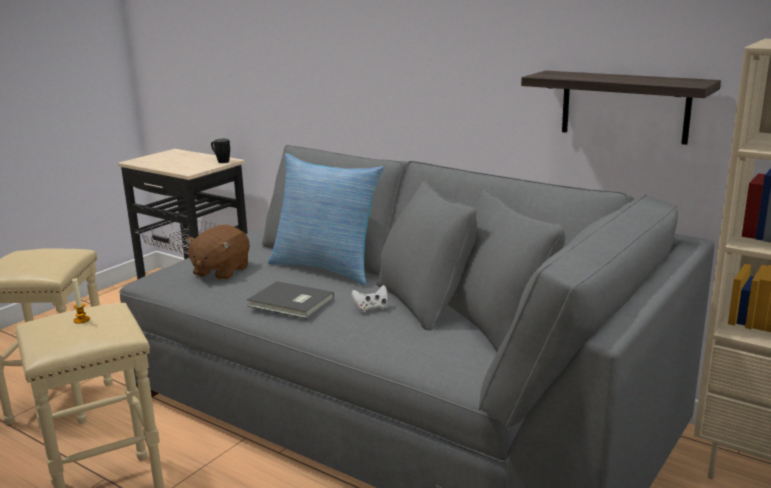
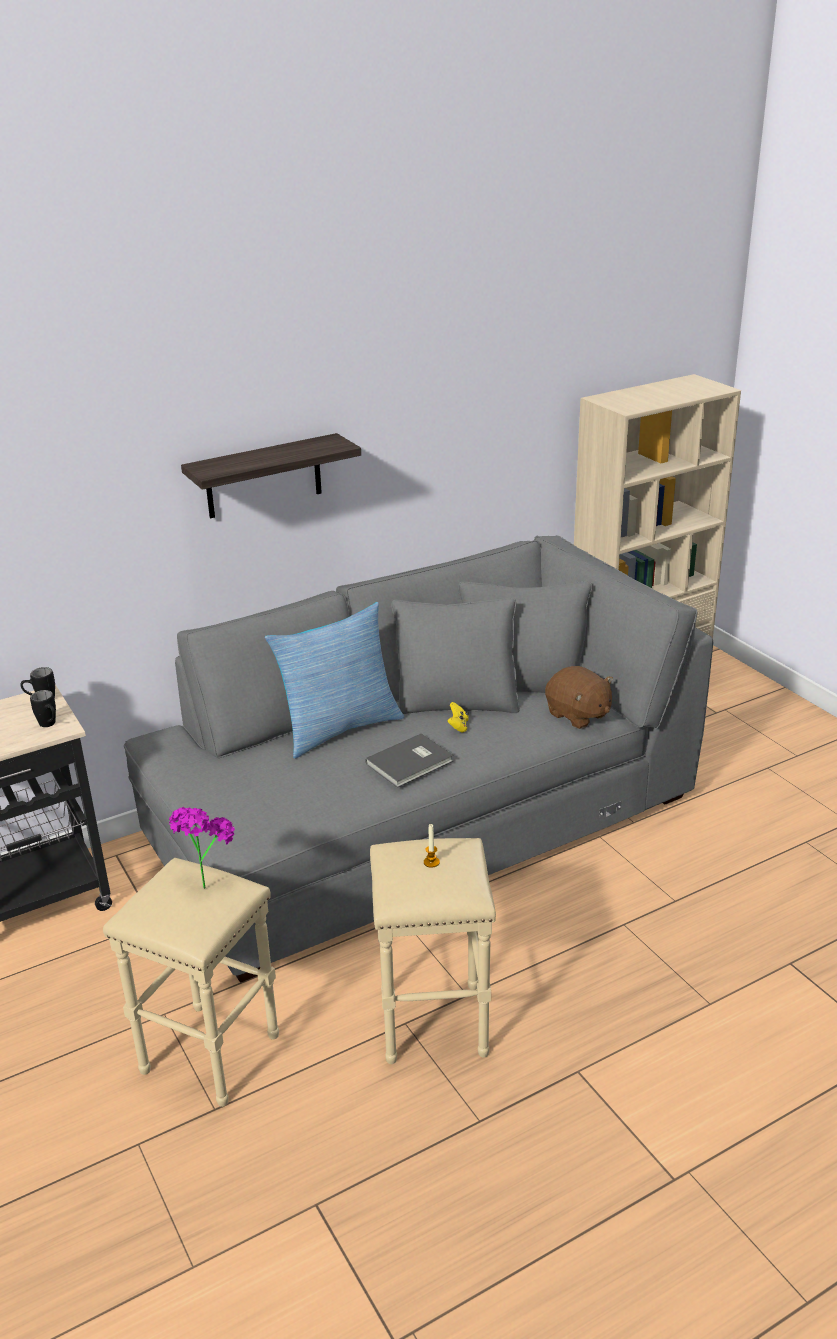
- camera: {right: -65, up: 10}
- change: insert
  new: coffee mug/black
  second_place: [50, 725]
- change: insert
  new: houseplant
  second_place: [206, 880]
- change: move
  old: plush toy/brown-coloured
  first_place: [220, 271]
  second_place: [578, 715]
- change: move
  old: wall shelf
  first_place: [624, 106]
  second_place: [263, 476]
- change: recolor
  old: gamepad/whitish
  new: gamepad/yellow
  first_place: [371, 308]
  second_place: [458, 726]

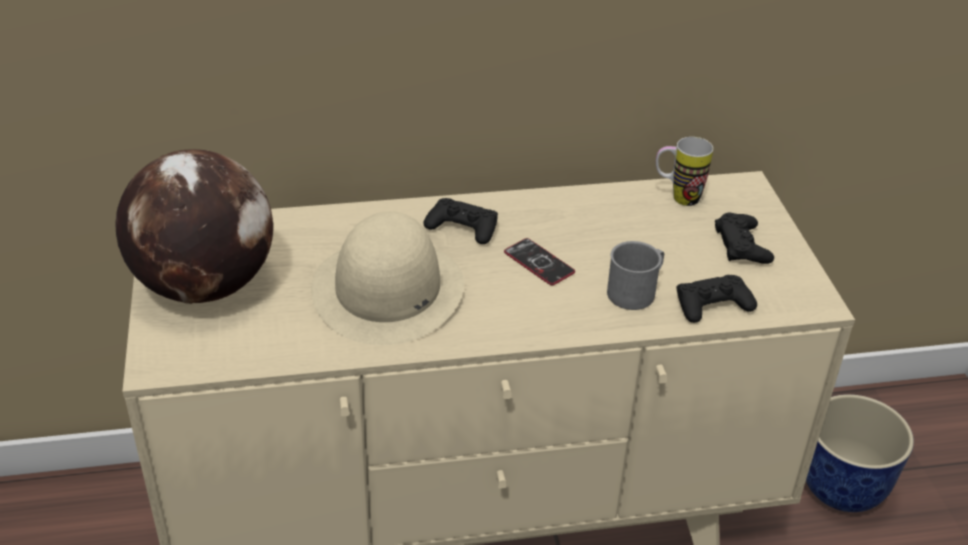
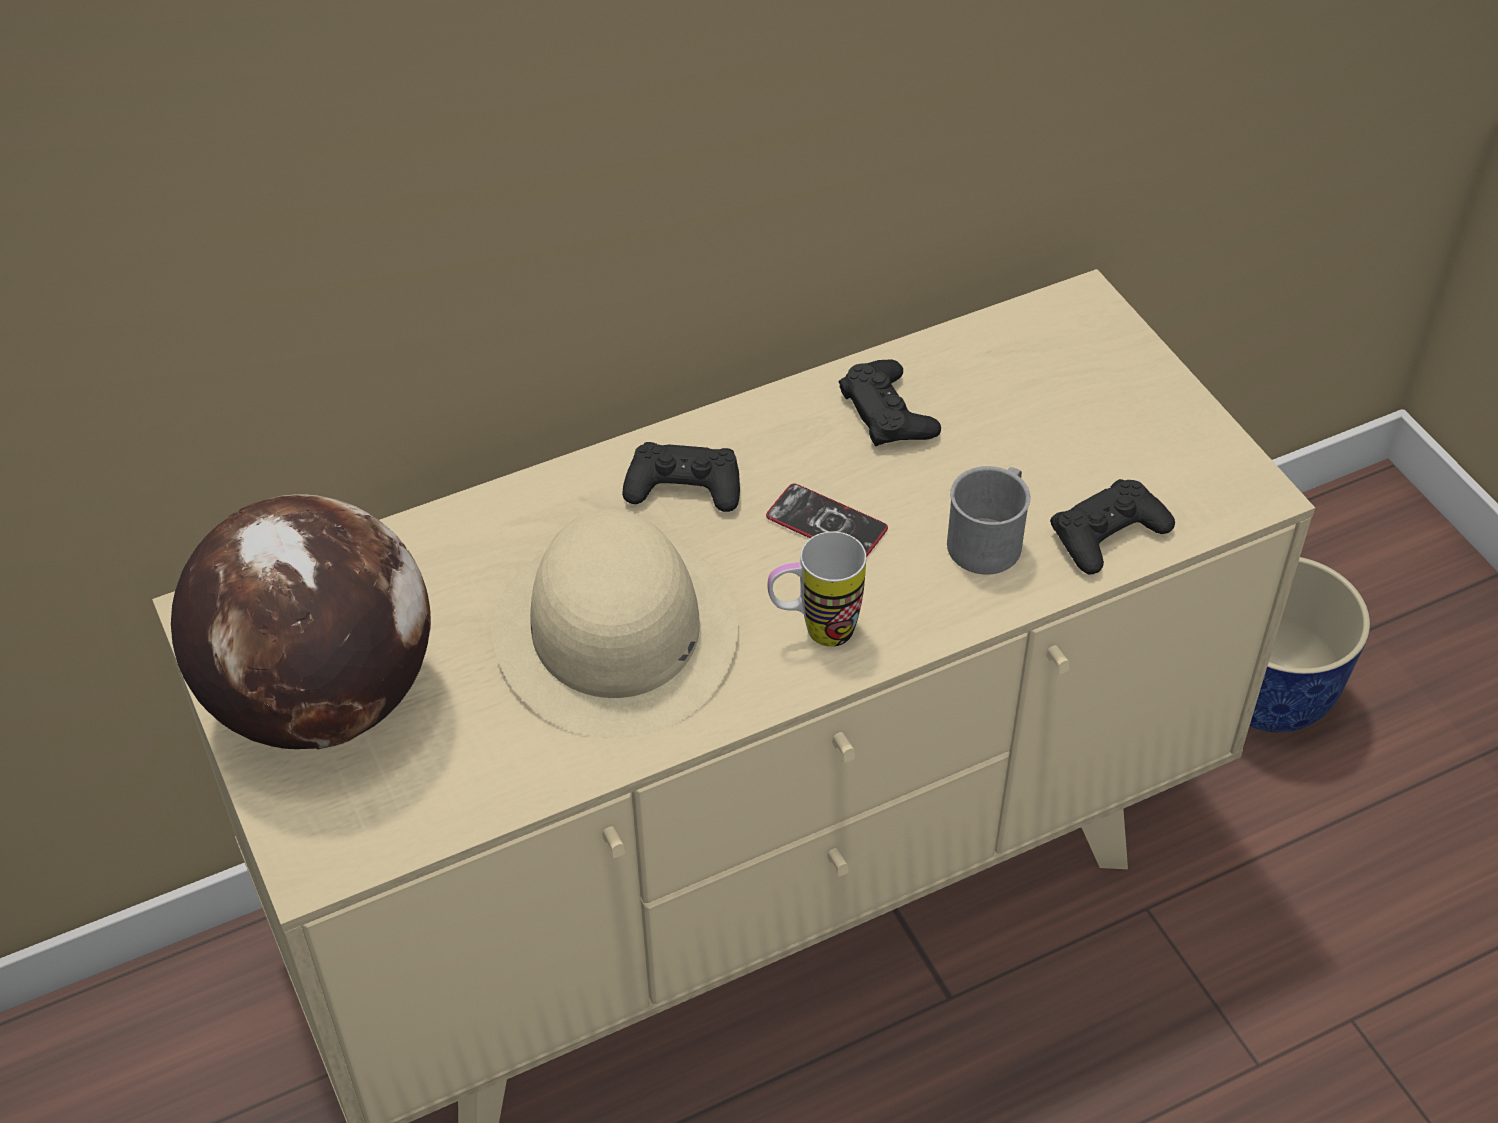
- camera: {right: -15, up: 10}
- change: move
  old: coffee mug
  first_place: [677, 197]
  second_place: [814, 631]
- change: move
  old: gamepad/black
  first_place: [742, 245]
  second_place: [888, 412]

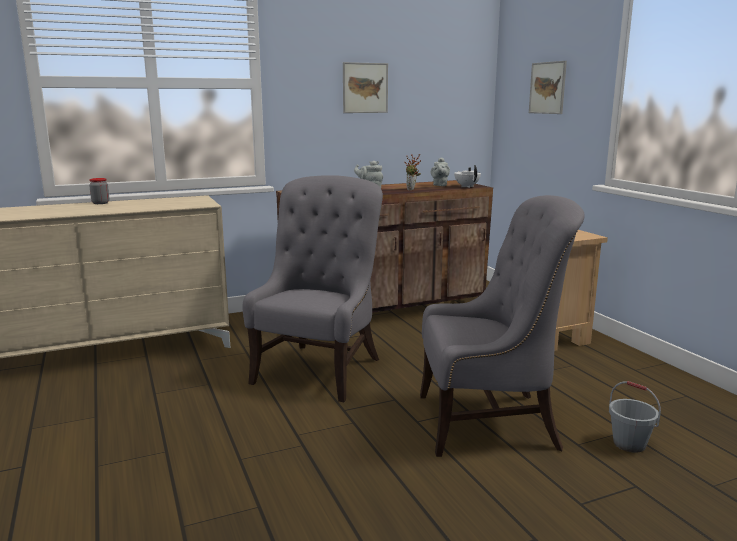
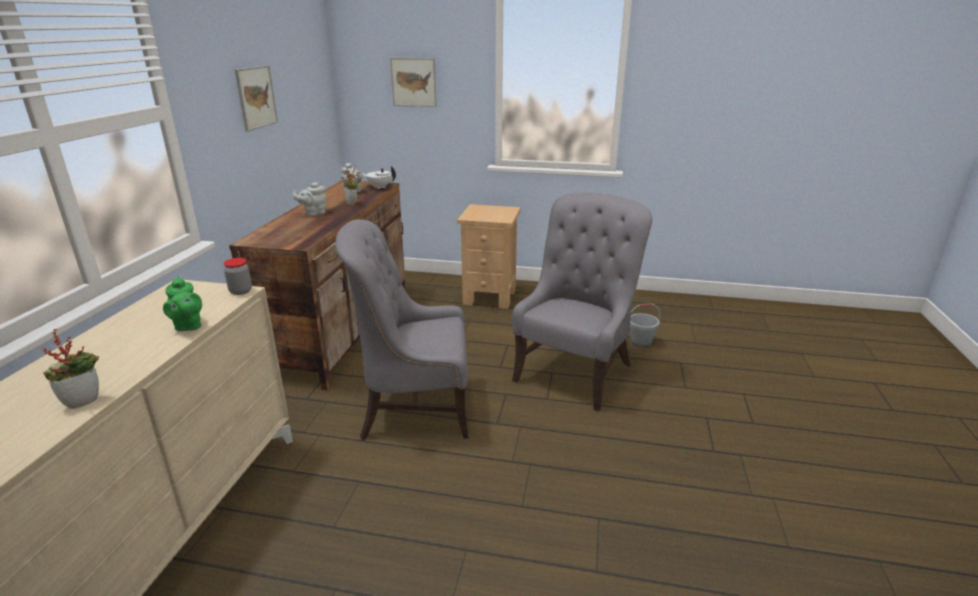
- camera: {right: -55, up: 10}
- change: insert
  new: houseplant
  second_place: [84, 400]
- change: insert
  new: teapot/green
  second_place: [188, 326]
- change: move
  old: preserve jar
  first_place: [100, 203]
  second_place: [241, 291]
- change: rotate
  old: chair/greyish
  first_place: [319, 370]
  second_place: [414, 408]
  degrees: -60

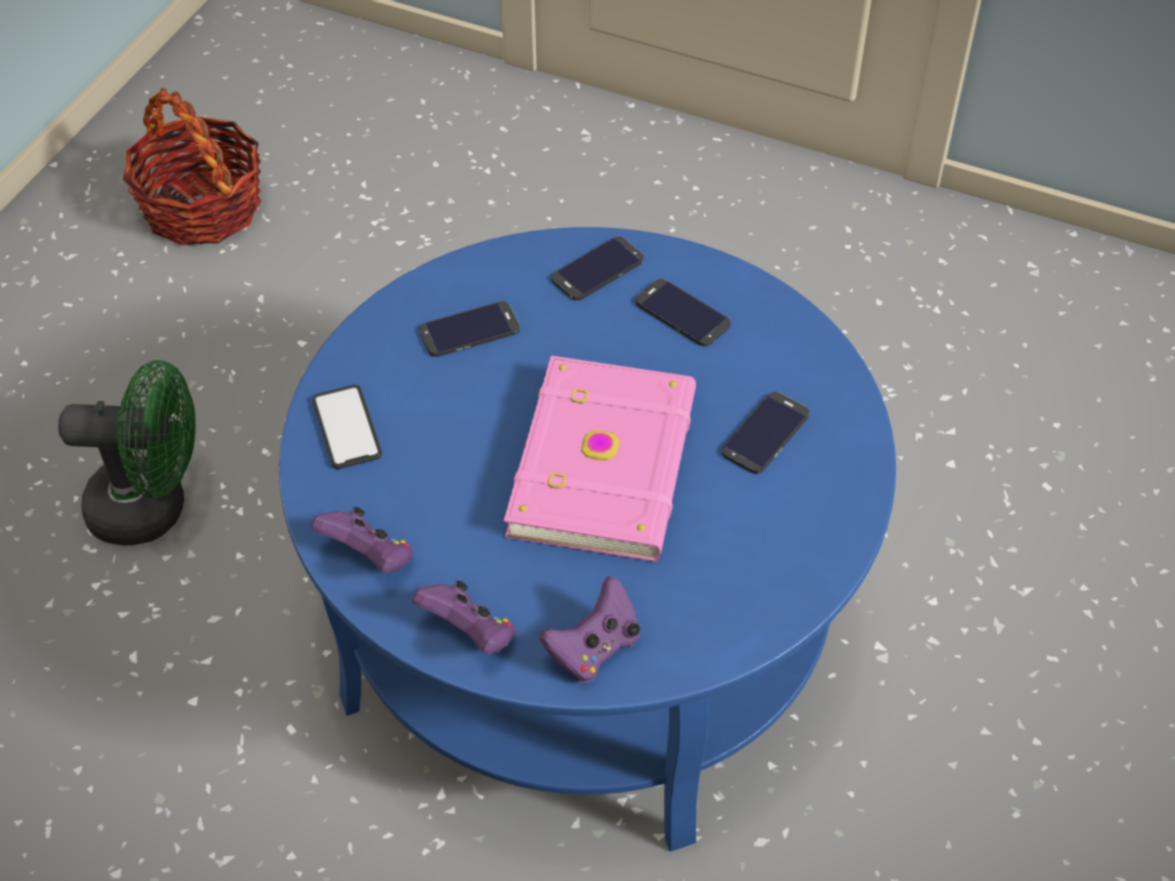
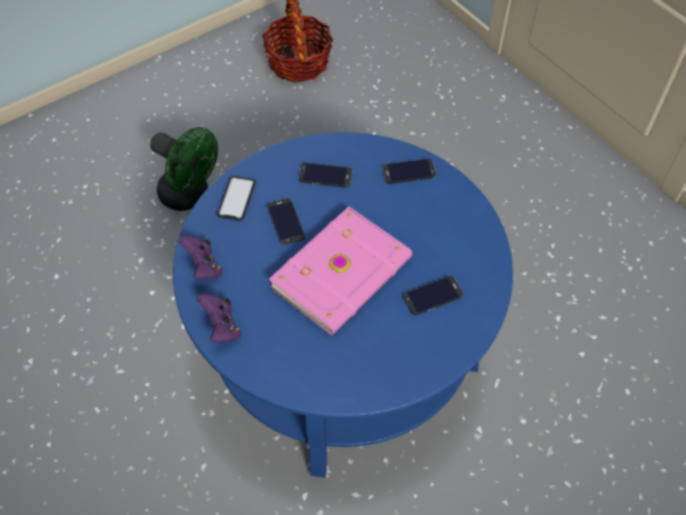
- camera: {right: 30, up: 5}
- change: delete
  old: gamepad/purple
  first_place: [593, 648]
- change: move
  old: handset
  first_place: [682, 313]
  second_place: [286, 221]

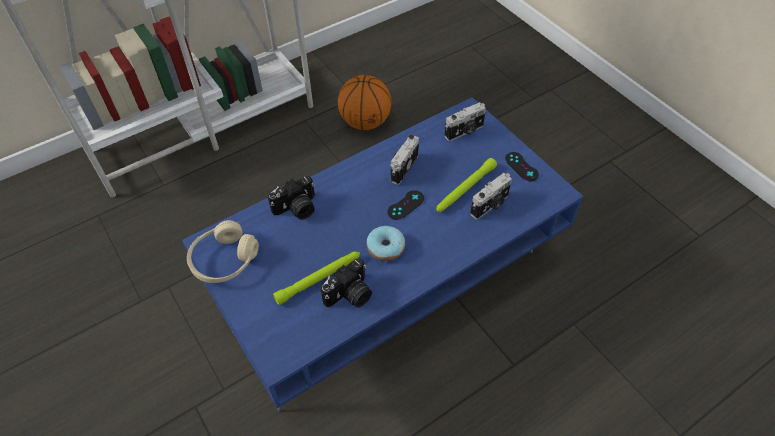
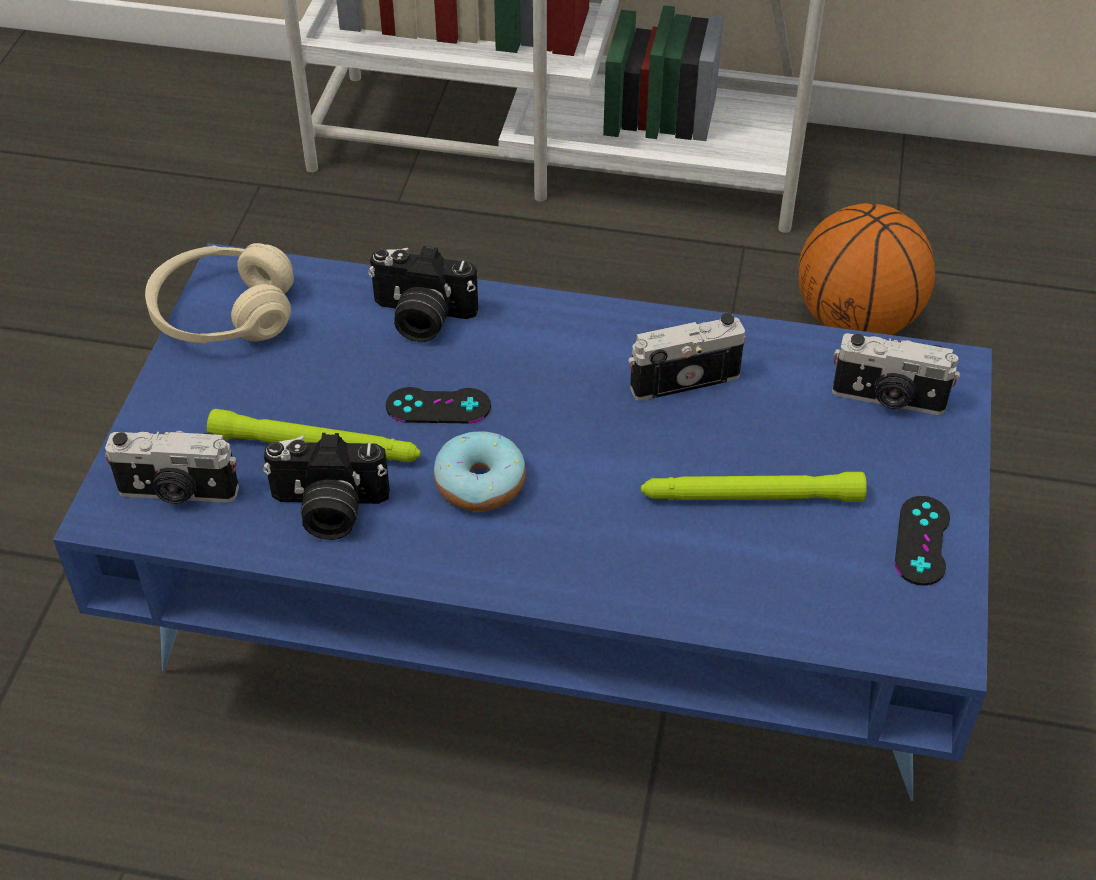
- camera: {right: 45, up: -5}
- change: move
  old: gamepad/black
  first_place: [405, 205]
  second_place: [438, 406]
- change: move
  old: still camera
  first_place: [490, 205]
  second_place: [178, 493]

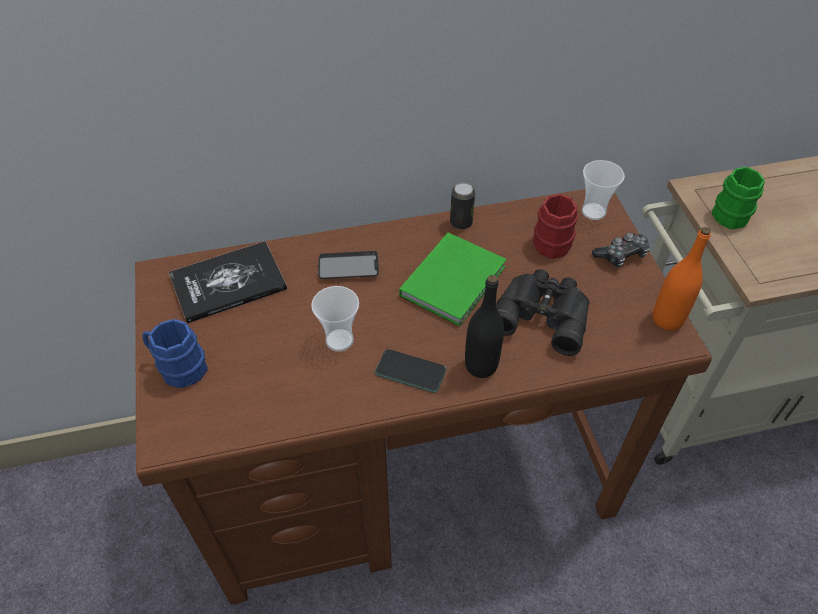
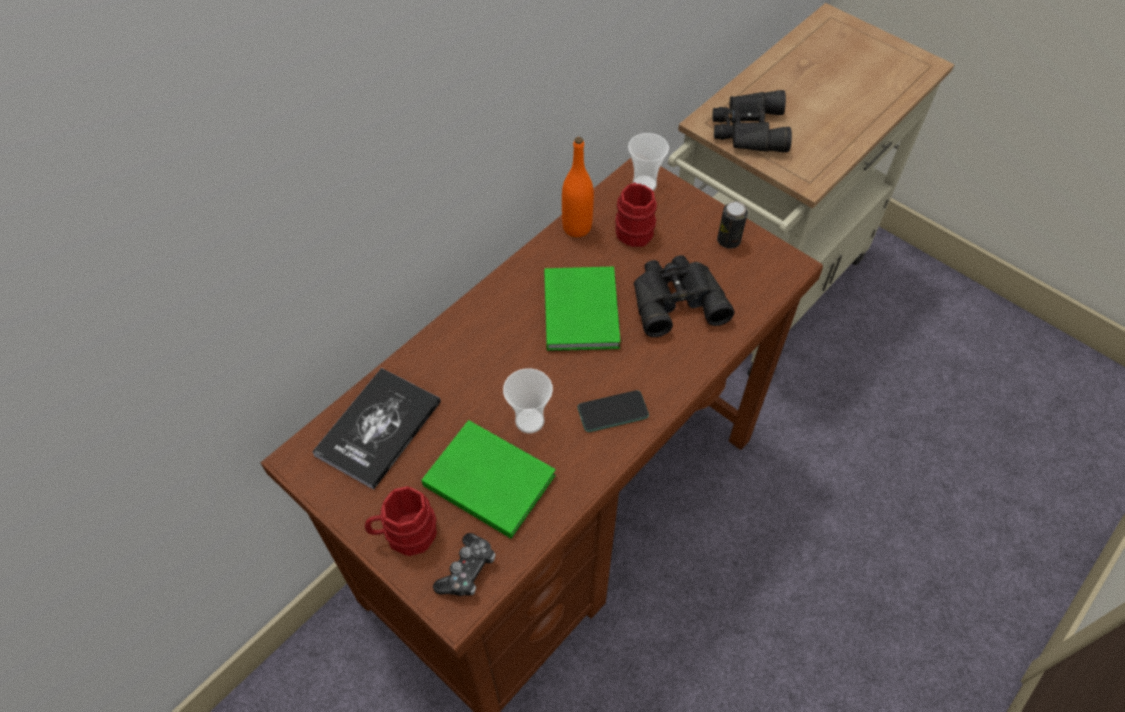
- camera: {right: -35, up: 5}
- change: delete
  old: handset
  first_place: [348, 266]
- change: delete
  old: bottle/black
  first_place: [481, 365]
- change: insert
  new: book/green
  second_place: [488, 477]
- change: move
  old: can
  first_place: [461, 222]
  second_place: [728, 241]
- change: move
  old: gamepad
  first_place: [621, 255]
  second_place: [467, 571]
- change: move
  old: bottle/orange-coloured
  first_place: [667, 319]
  second_place: [577, 227]
- change: replace
  old: coffee mug/green
  new: binoculars/black
  first_place: [732, 212]
  second_place: [748, 130]
- change: recolor
  old: coffee mug/blue-coloured
  new: coffee mug/reddish
  first_place: [178, 367]
  second_place: [405, 534]

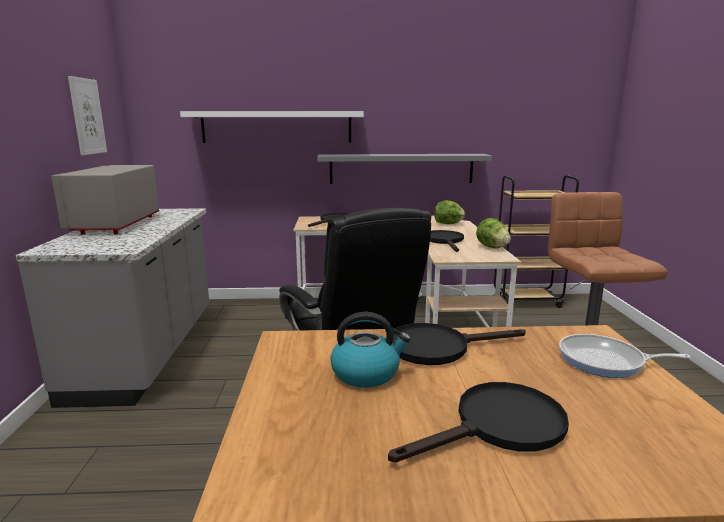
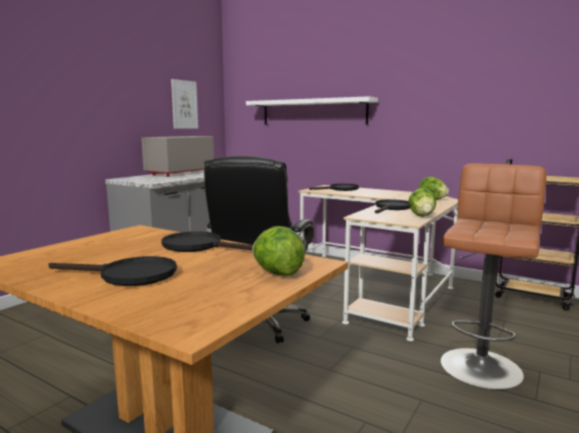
- camera: {right: 35, up: -5}
- change: delete
  old: wall shelf/greyish
  first_place: [401, 168]
- change: delete
  old: water kettle
  first_place: [366, 373]
- change: replace
  old: pan
  new: lettuce
  first_place: [605, 361]
  second_place: [277, 273]

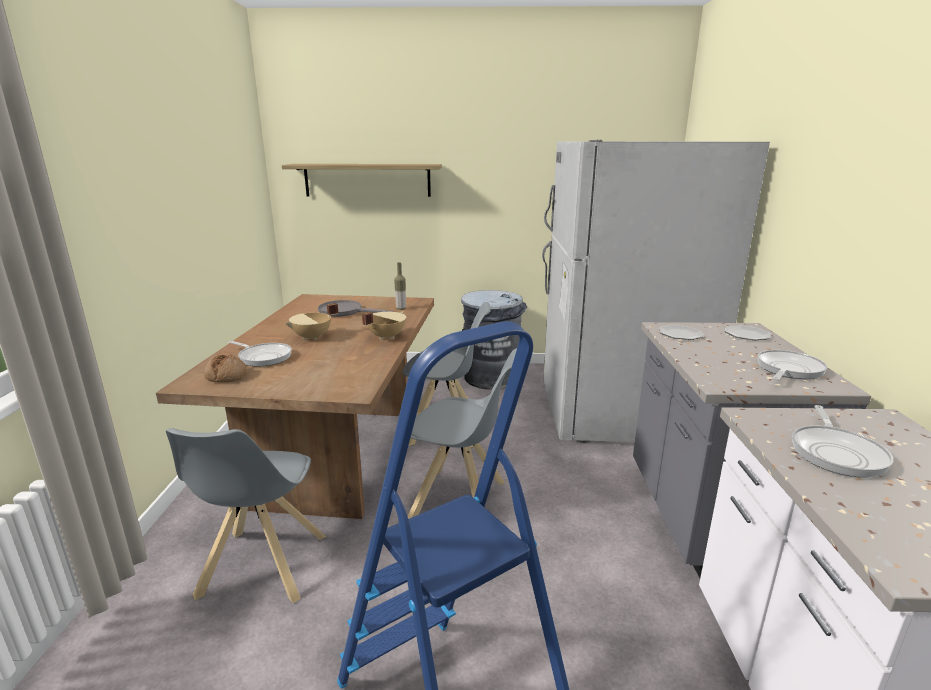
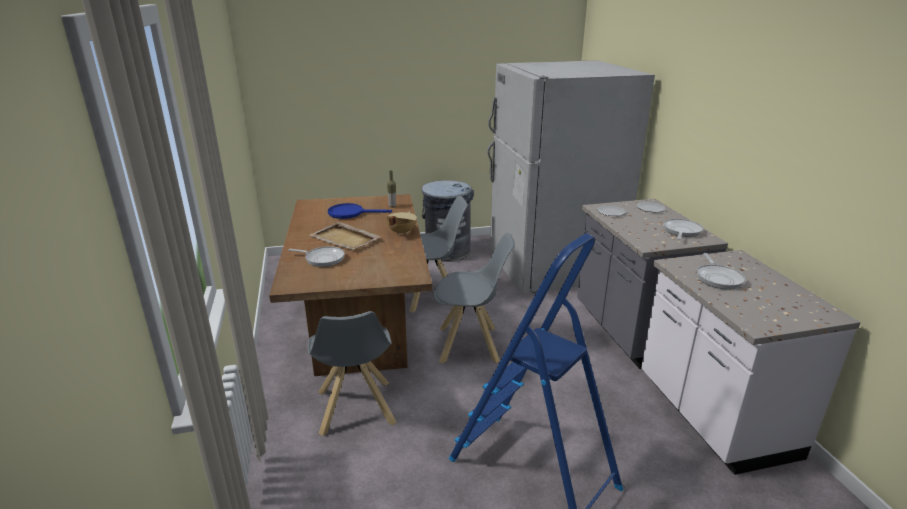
- camera: {right: -15, up: 5}
- change: delete
  old: bakery bread
  first_place: [226, 376]
- change: delete
  old: wall shelf
  first_place: [367, 180]
- change: replace
  old: stockpot/sand-coloured
  new: carrying tray/sand-coloured
  first_place: [313, 337]
  second_place: [345, 239]
- change: recolor
  old: pan/greyish
  new: pan/blue-coloured
  first_place: [346, 312]
  second_place: [351, 213]

